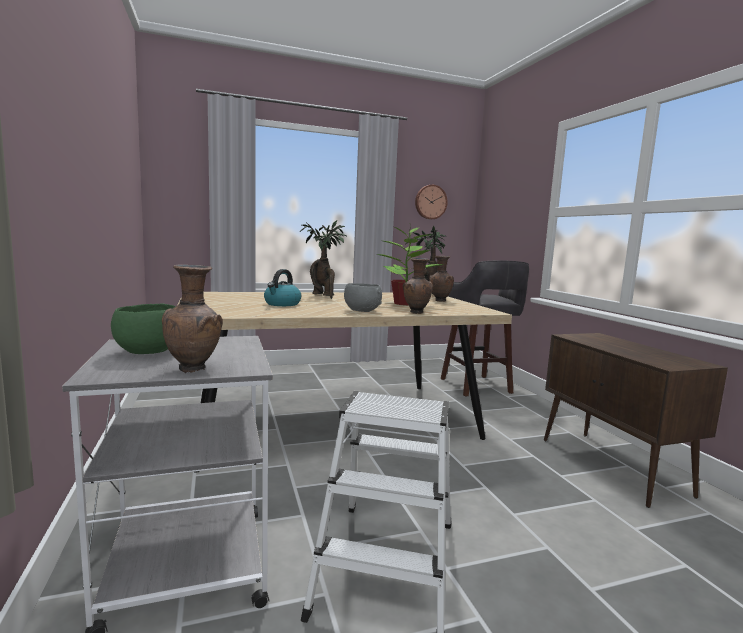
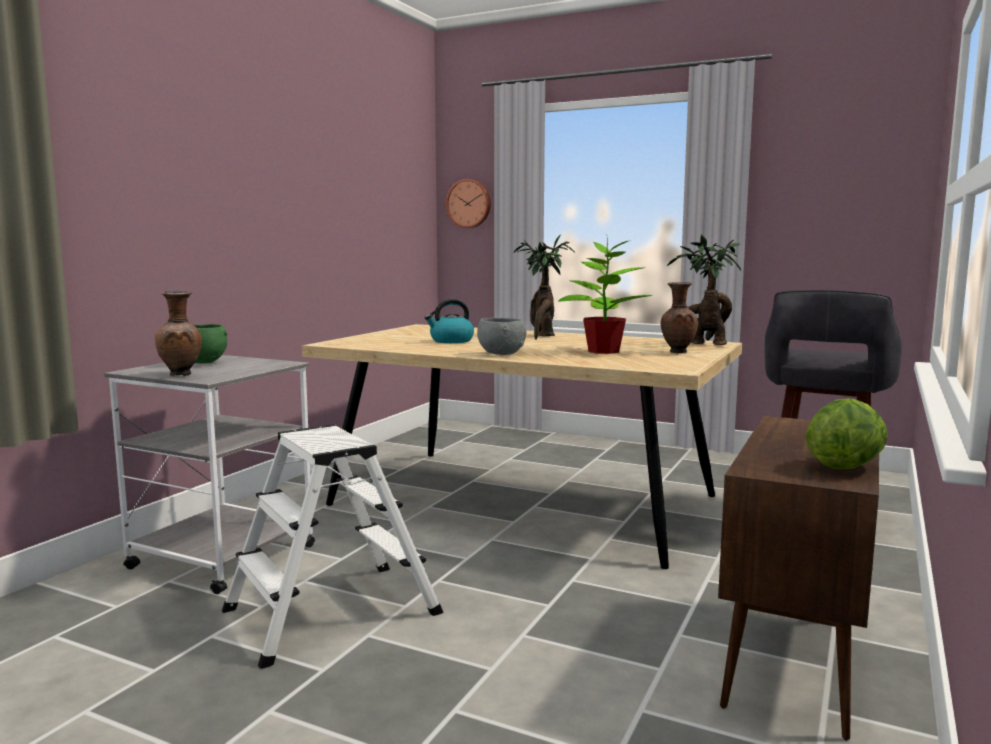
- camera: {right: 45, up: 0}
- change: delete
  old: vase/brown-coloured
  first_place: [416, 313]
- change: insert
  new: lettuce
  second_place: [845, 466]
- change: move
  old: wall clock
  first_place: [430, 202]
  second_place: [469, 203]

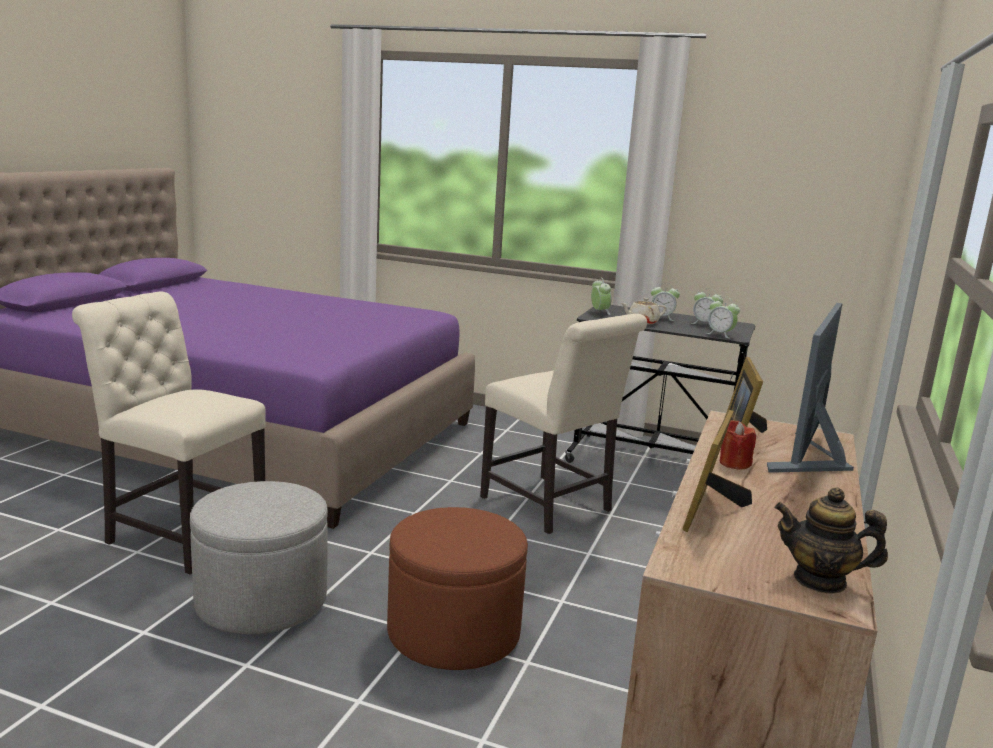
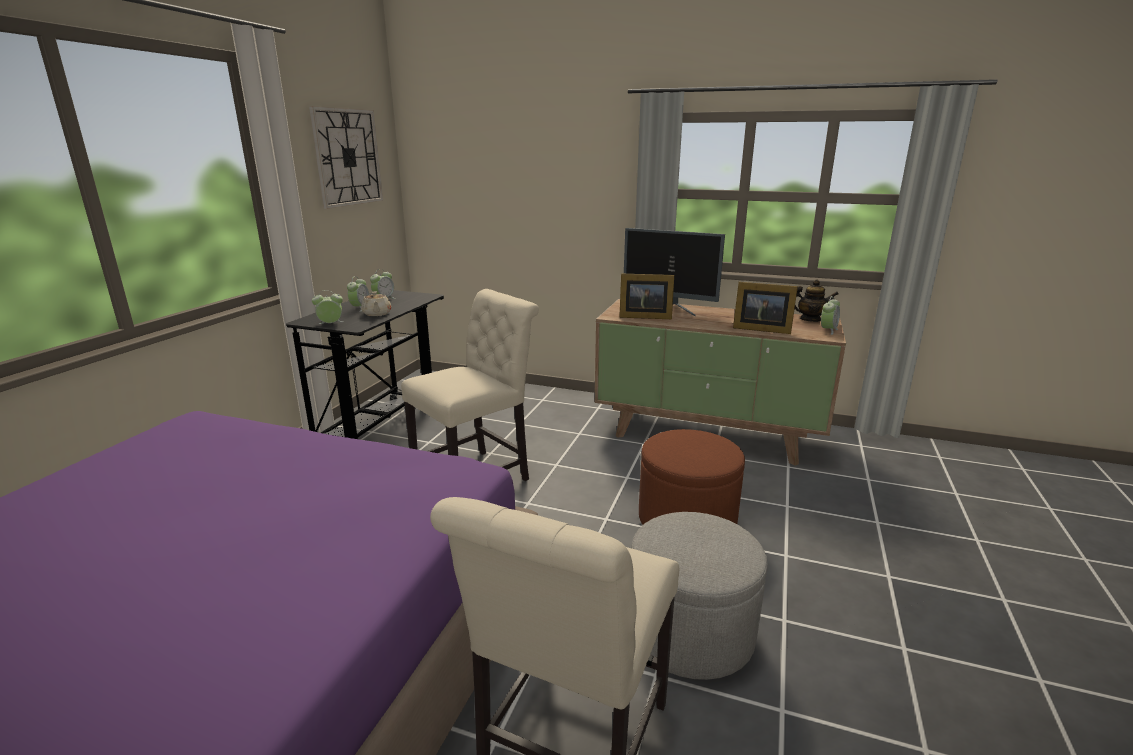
- camera: {right: -90, up: 5}
- change: delete
  old: wax light/reddish
  first_place: [734, 463]
- change: insert
  new: wall clock
  second_place: [347, 157]
- change: move
  old: alarm clock
  first_place: [720, 334]
  second_place: [828, 330]
- change: rotate
  old: teapot
  first_place: [820, 580]
  second_place: [810, 319]
  degrees: -90

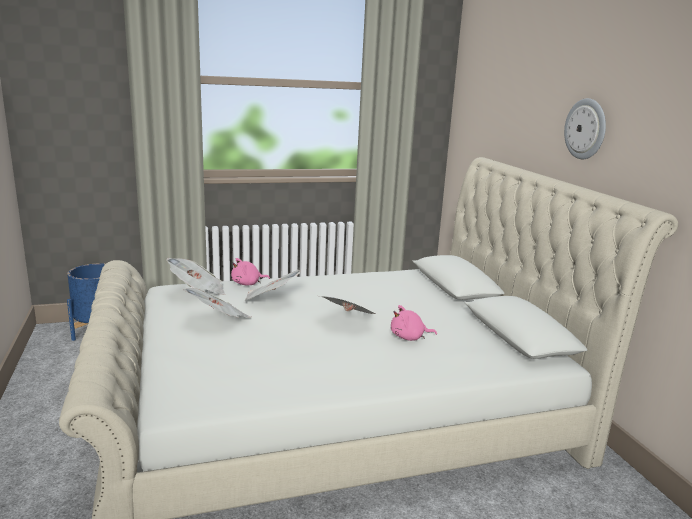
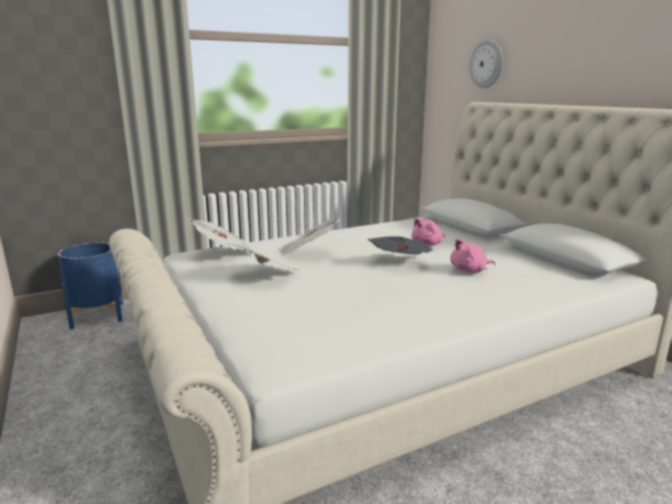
- camera: {right: -10, up: 0}
- change: move
  old: plush toy/pinkish
  first_place: [247, 284]
  second_place: [428, 244]
- change: move
  old: wall clock
  first_place: [586, 129]
  second_place: [486, 64]

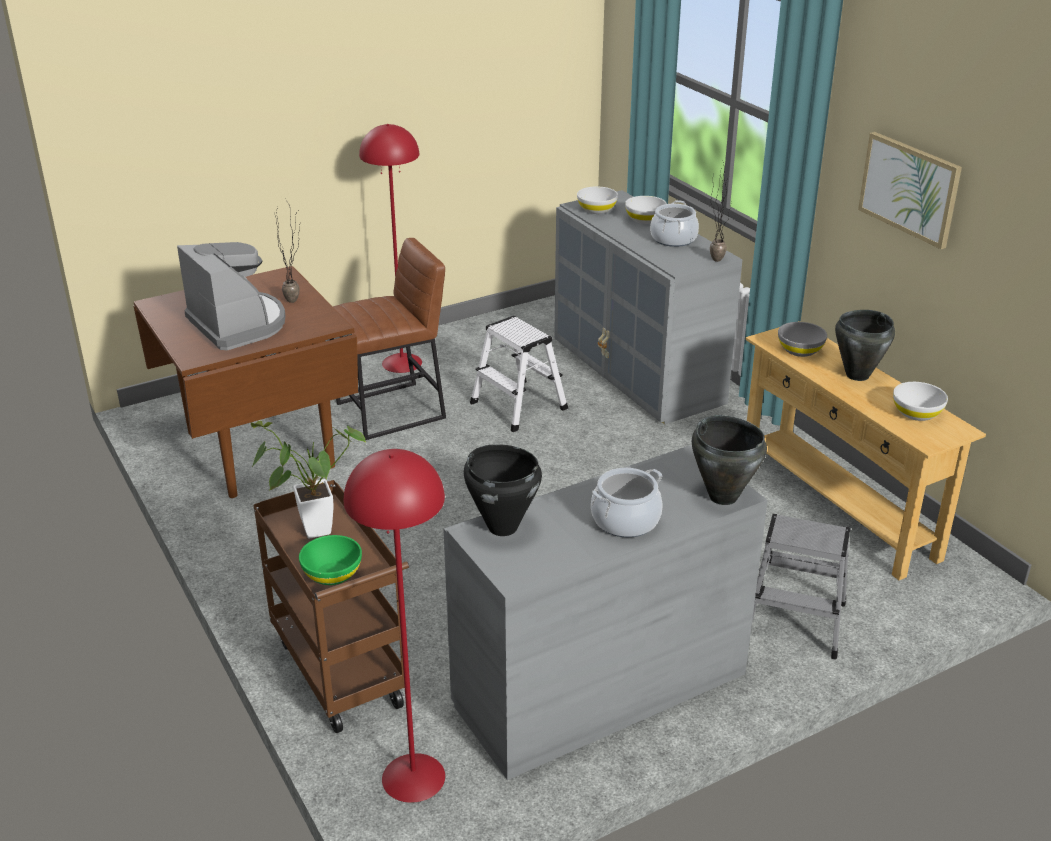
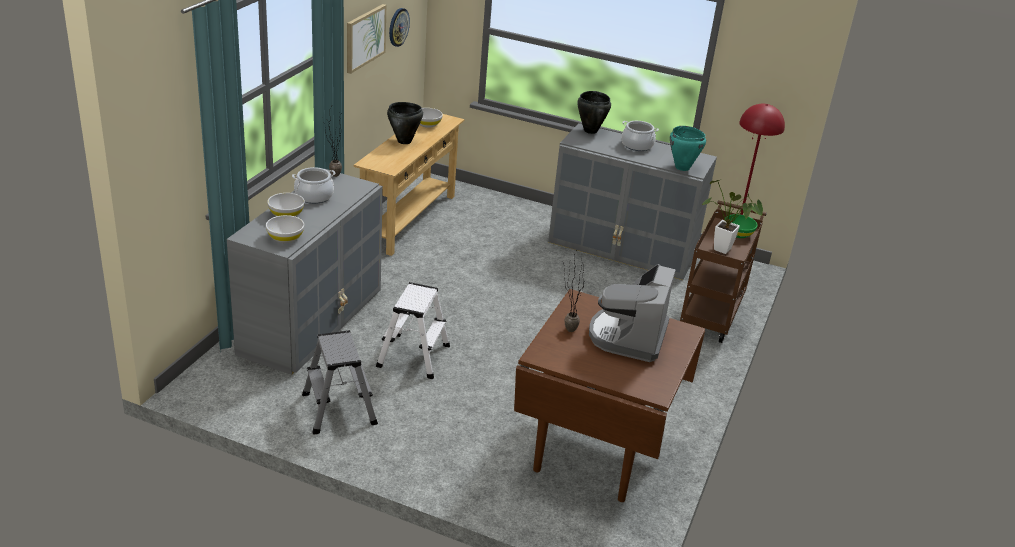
- camera: {right: -130, up: 0}
- change: delete
  old: chair/brown-coloured
  first_place: [392, 410]
- change: delete
  old: standard lamp/reddish
  first_place: [402, 362]
- change: delete
  old: deep dish/greyish
  first_place: [800, 350]
- change: insert
  new: wall clock
  second_place: [398, 27]
- change: move
  old: stepladder/greyish
  first_place: [794, 620]
  second_place: [339, 409]
- change: recolor
  old: stockpot/black
  new: stockpot/turquoise
  first_place: [502, 527]
  second_place: [682, 168]

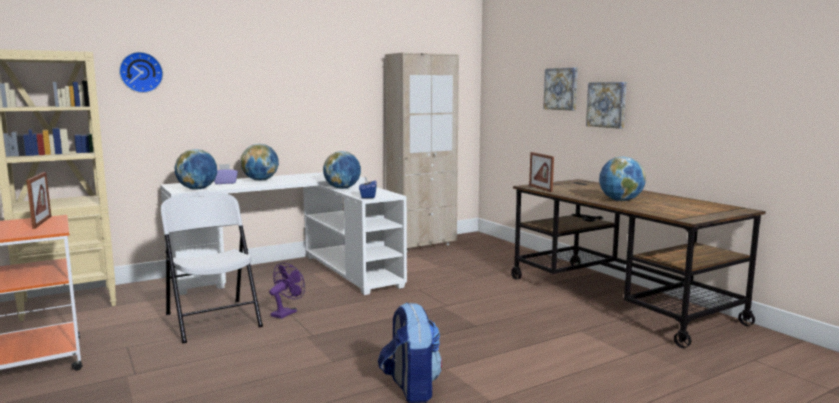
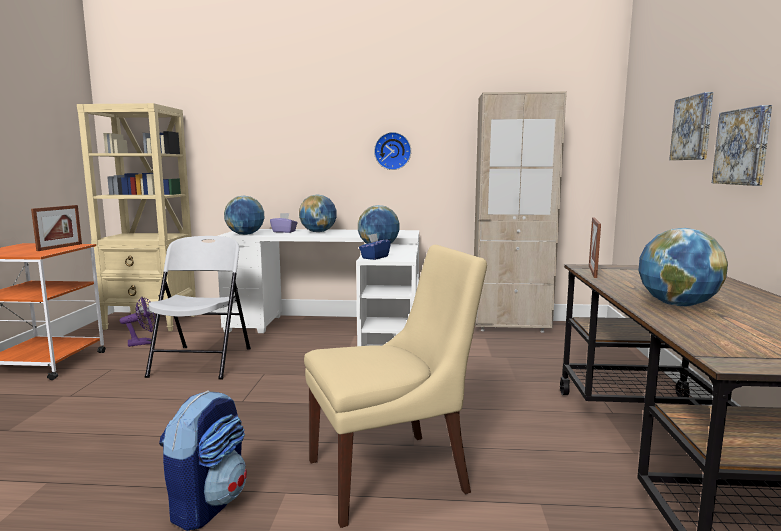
- camera: {right: 35, up: 0}
- change: insert
  new: chair/sand-coloured
  second_place: [392, 474]
- change: move
  old: wall clock
  first_place: [141, 72]
  second_place: [392, 151]
- change: move
  old: fan/purple
  first_place: [286, 313]
  second_place: [144, 343]

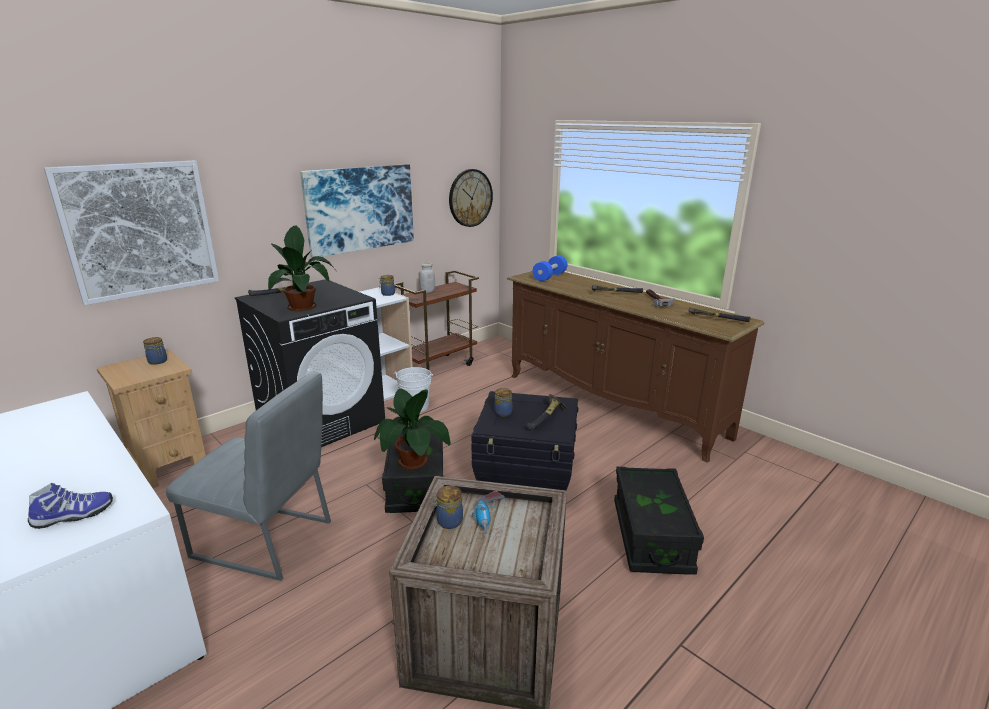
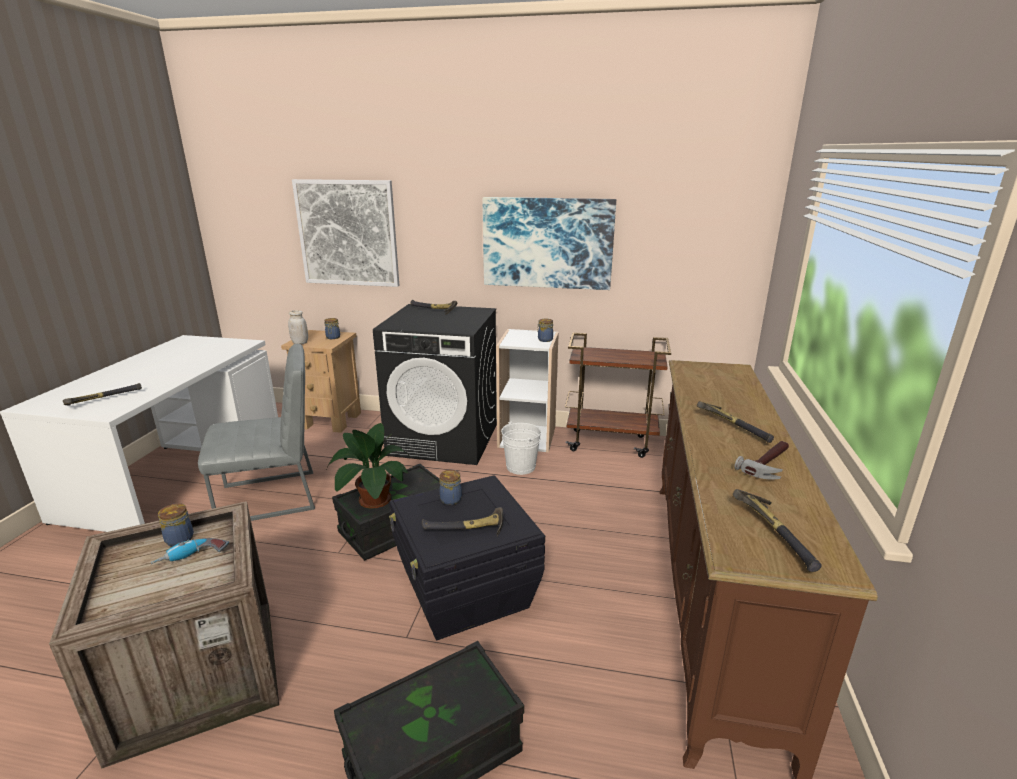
- camera: {right: 55, up: 0}
- change: delete
  old: houseplant
  first_place: [303, 306]
- change: delete
  old: wall clock
  first_place: [470, 198]
- change: delete
  old: dumbbell/blue-coloured
  first_place: [549, 277]
- change: move
  old: preserve jar/whitish
  first_place: [427, 291]
  second_place: [300, 343]
- change: replace
  old: low shoe
  new: tool hammer
  first_place: [73, 516]
  second_place: [101, 400]
- change: rotate
  old: chair/greyish
  first_place: [265, 540]
  second_place: [272, 497]
  degrees: -90

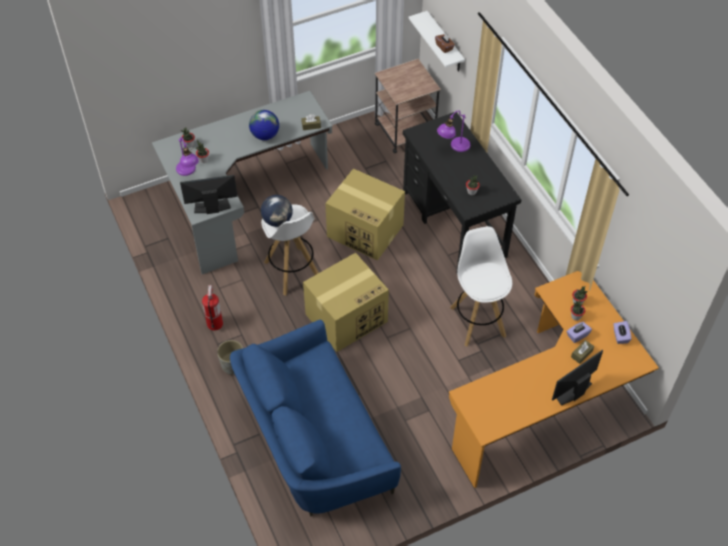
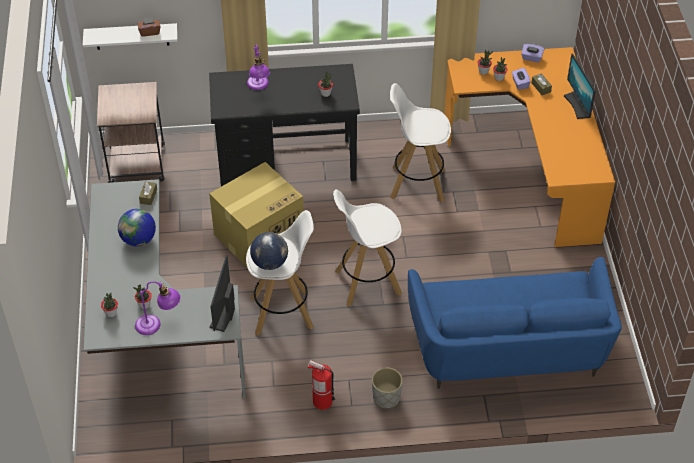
- camera: {right: -70, up: -5}
- change: replace
  old: cardboard box
  new: sitting stool/whitish
  first_place: [347, 317]
  second_place: [367, 282]

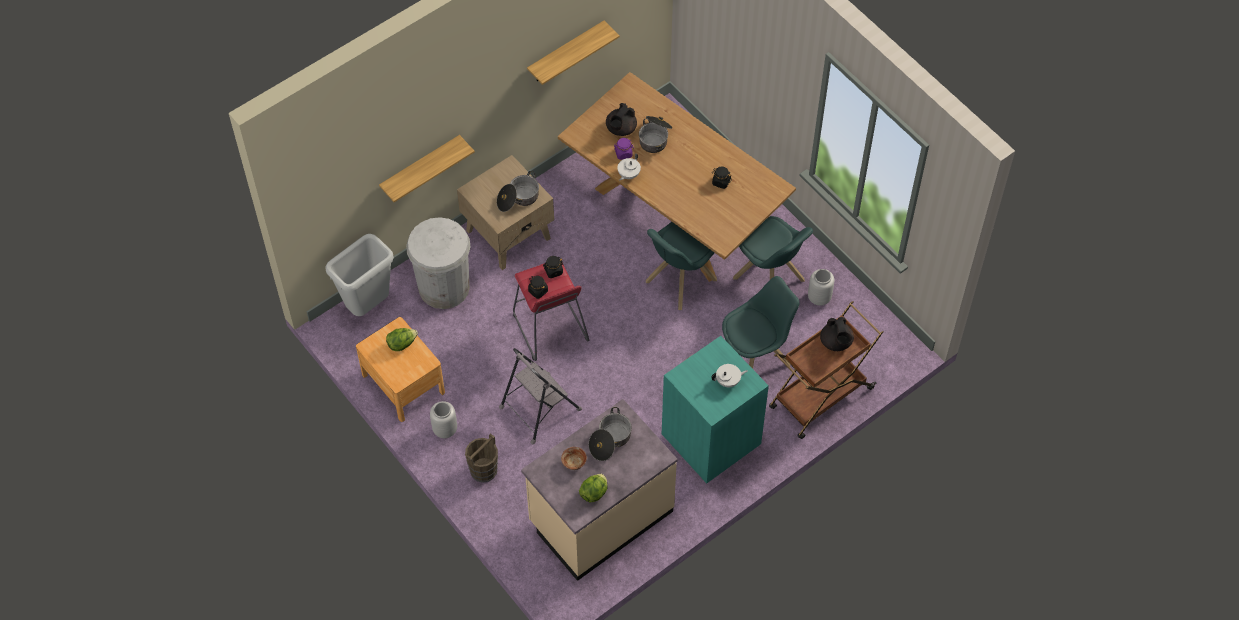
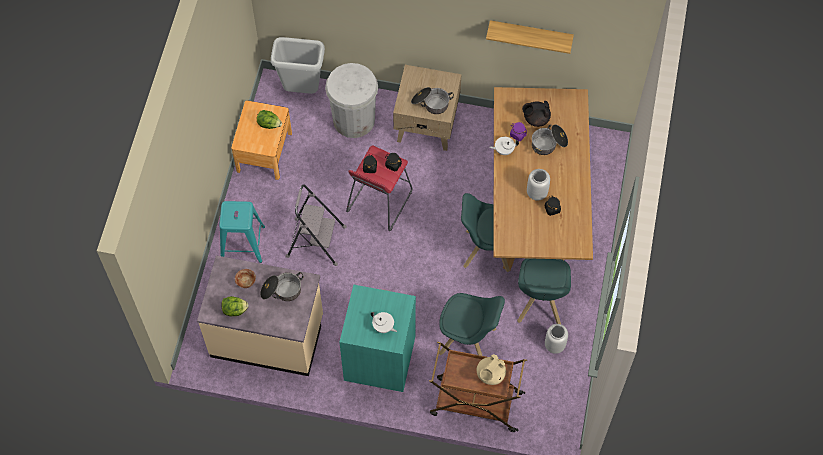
- camera: {right: 50, up: 5}
- change: delete
  old: wall shelf
  first_place: [420, 168]
- change: move
  old: vase/greyish
  first_place: [445, 429]
  second_place: [537, 192]
- change: replace
  old: bucket/brown-coloured
  new: sitting stool/turquoise
  first_place: [483, 470]
  second_place: [242, 243]
- change: recolor
  old: teapot/black
  new: teapot/sand-coloured
  first_place: [836, 342]
  second_place: [490, 375]

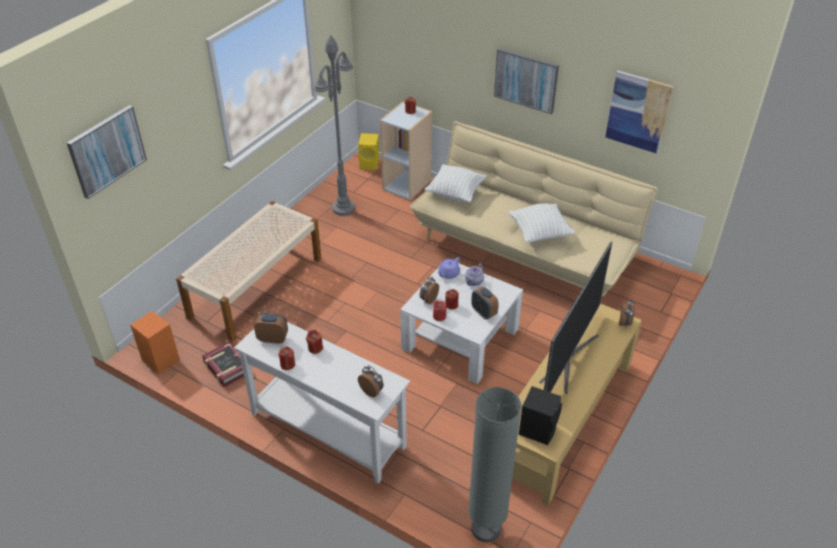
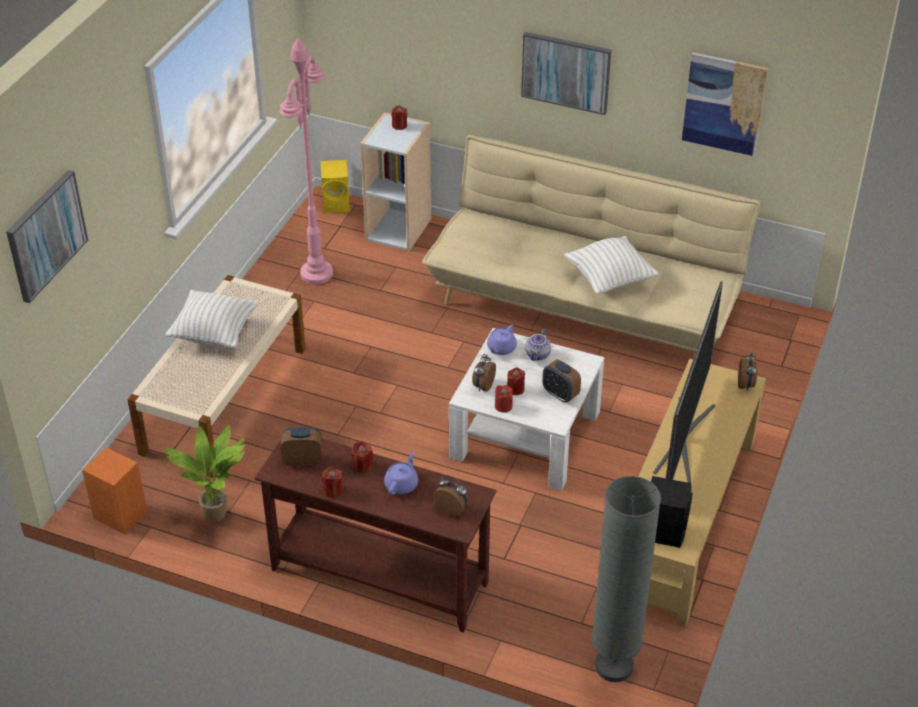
- camera: {right: -10, up: 0}
- change: insert
  new: teapot/purple
  second_place: [402, 484]
- change: move
  old: throw pillow/whitish
  first_place: [455, 193]
  second_place: [214, 333]
- change: replace
  old: book
  new: houseplant
  first_place: [227, 367]
  second_place: [217, 513]
- change: recolor
  old: narrow table/whitish
  new: narrow table/brown-coloured
  first_place: [327, 430]
  second_place: [378, 576]
- change: recolor
  old: standard lamp/greyish
  new: standard lamp/pinkish
  first_place: [343, 208]
  second_place: [316, 273]

